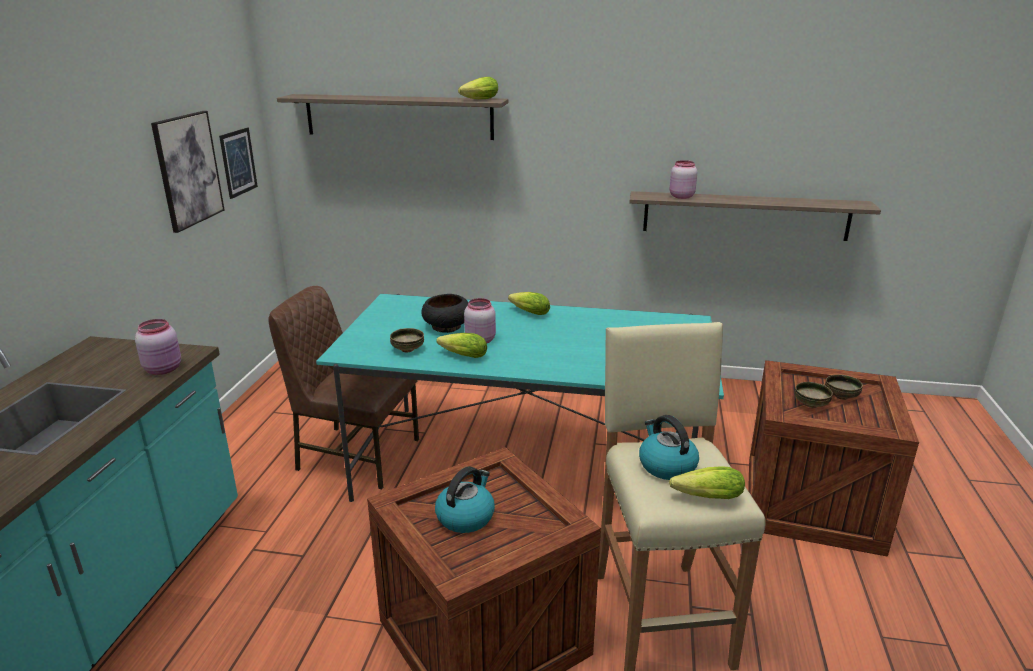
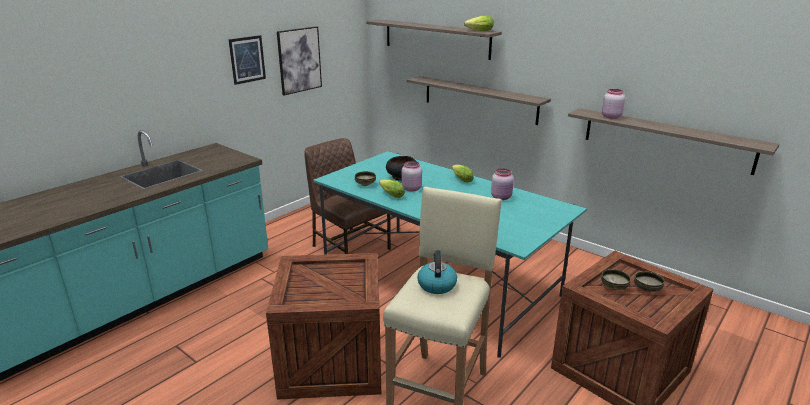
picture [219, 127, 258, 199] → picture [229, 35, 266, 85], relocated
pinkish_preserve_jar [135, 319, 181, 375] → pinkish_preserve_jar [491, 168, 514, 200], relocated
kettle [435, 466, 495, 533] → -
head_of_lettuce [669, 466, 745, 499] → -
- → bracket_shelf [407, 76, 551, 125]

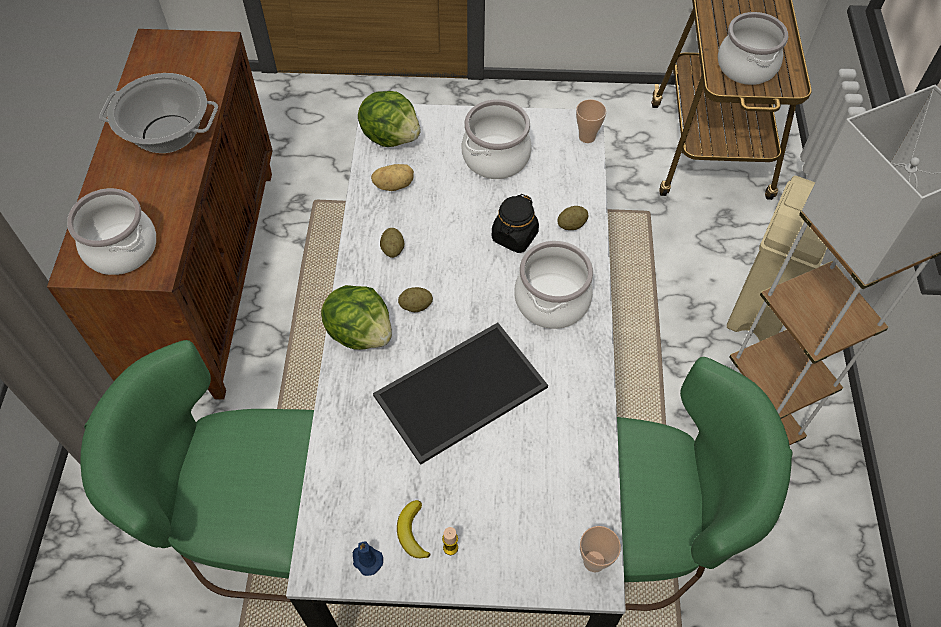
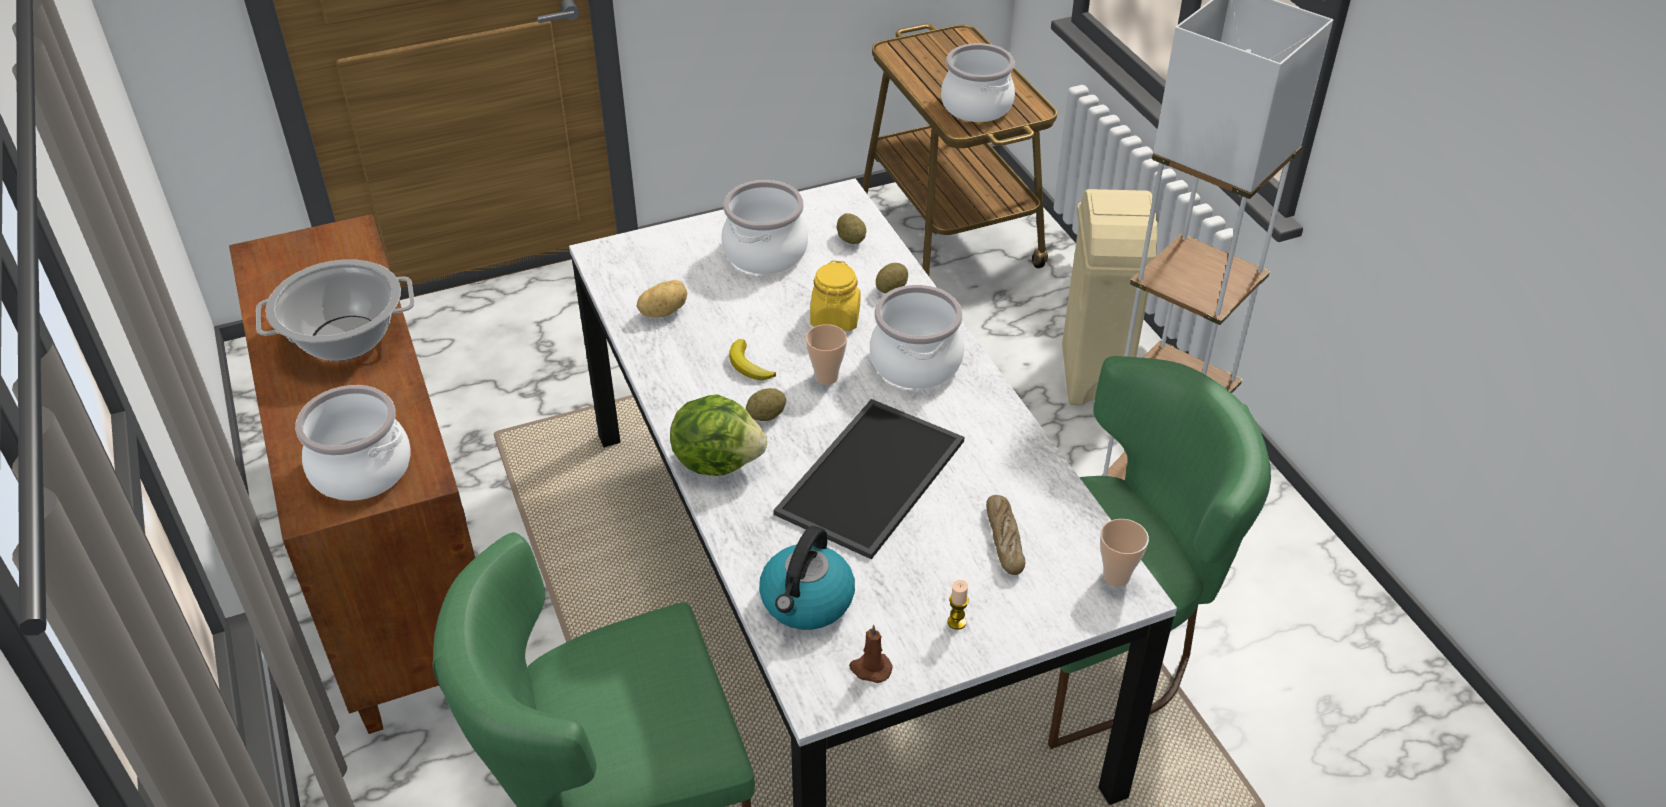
head_of_lettuce [358, 91, 421, 147] → -
drinking_cup [576, 99, 607, 143] → drinking_cup [806, 324, 847, 385], relocated
black_preserve_jar [492, 194, 539, 253] → yellow_preserve_jar [810, 260, 861, 331]
spud [380, 228, 404, 258] → spud [837, 213, 866, 244], relocated
whole_banana [397, 500, 431, 558] → whole_banana [729, 339, 776, 380], relocated
blue_candle [353, 541, 383, 576] → brown-coloured_candle [849, 625, 893, 683]
- → baked_bread [986, 495, 1025, 575]
- → kettle [759, 526, 855, 630]

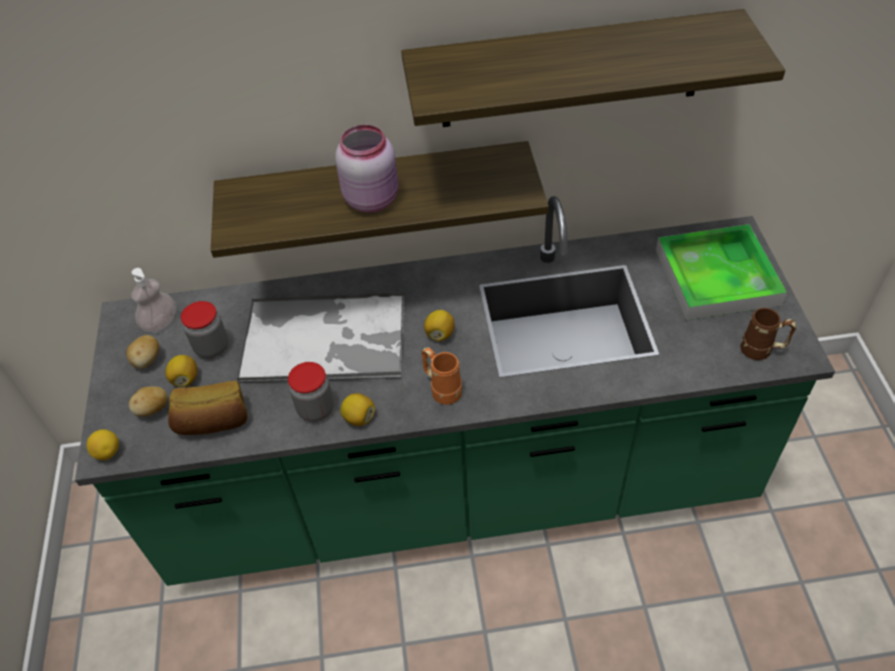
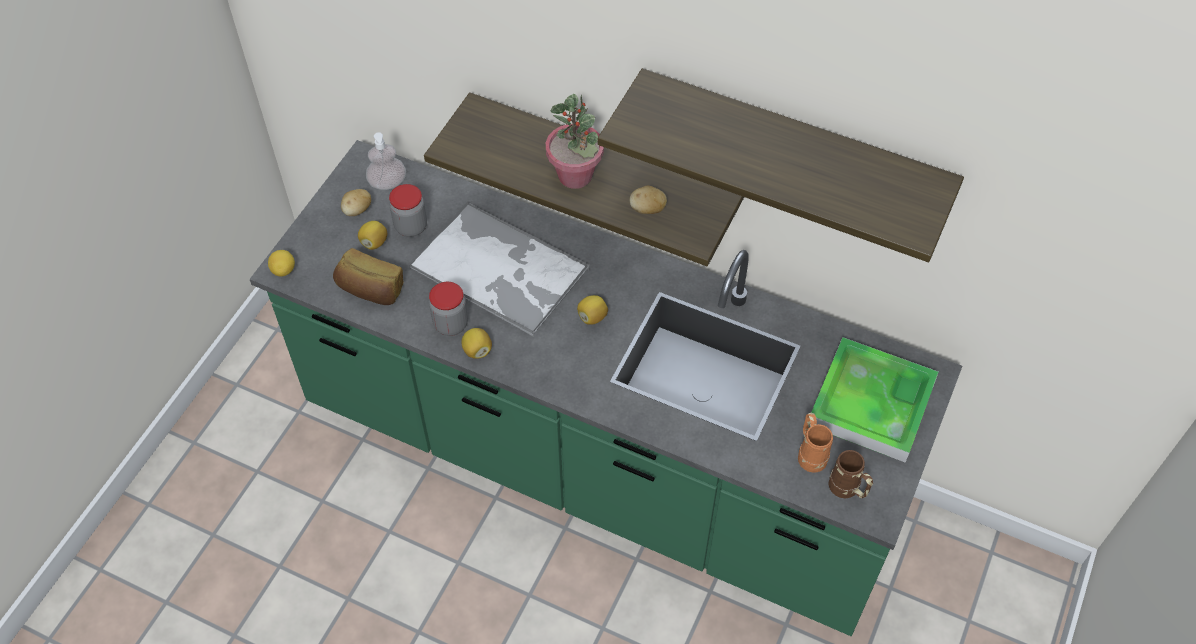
pinkish_preserve_jar [335, 125, 398, 213] → plant_in_a_pot [546, 94, 604, 189]
orangey_mug [421, 347, 462, 405] → orangey_mug [798, 412, 833, 473], relocated
spud [129, 386, 167, 417] → spud [629, 186, 667, 214], relocated

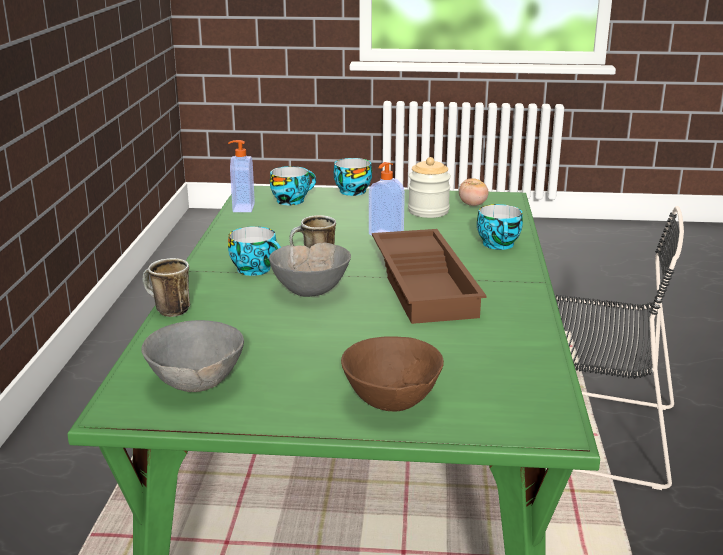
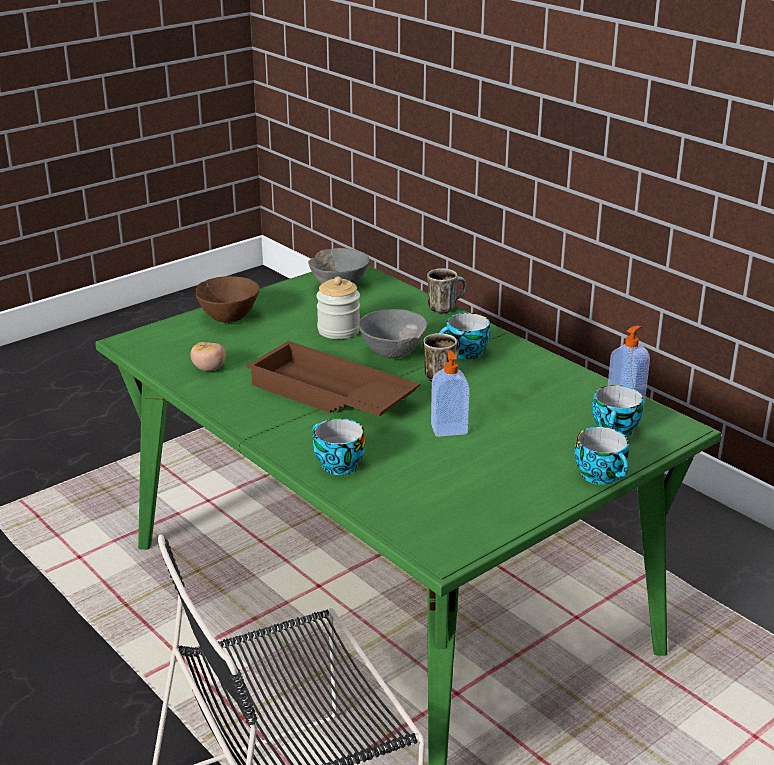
preserve_jar [408, 157, 451, 218] → preserve_jar [316, 277, 360, 339], relocated
fresh_tomato [459, 178, 489, 206] → fresh_tomato [191, 342, 226, 371], relocated

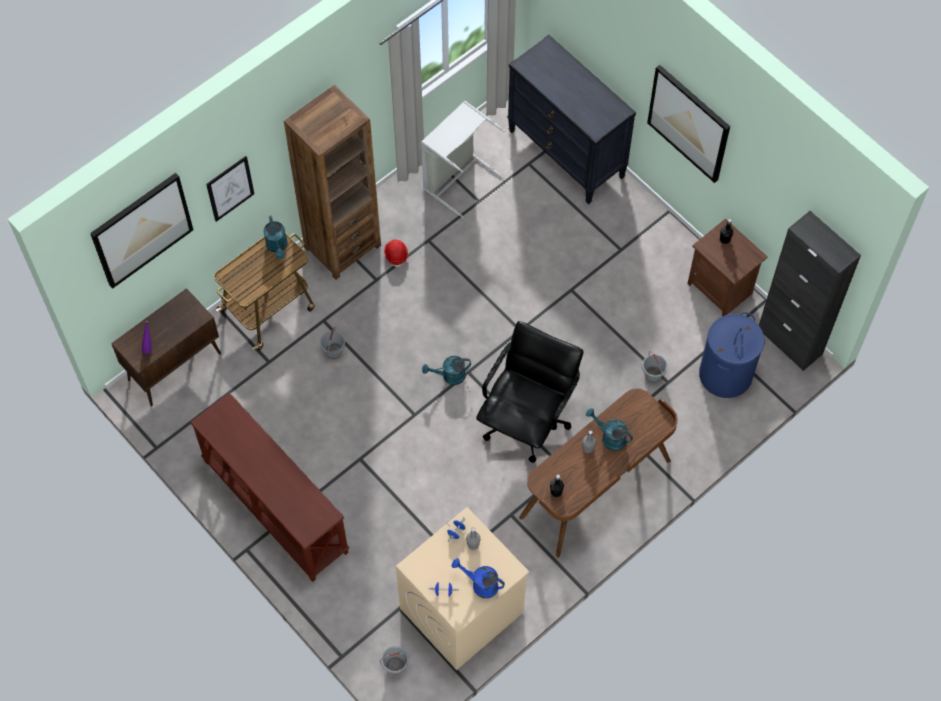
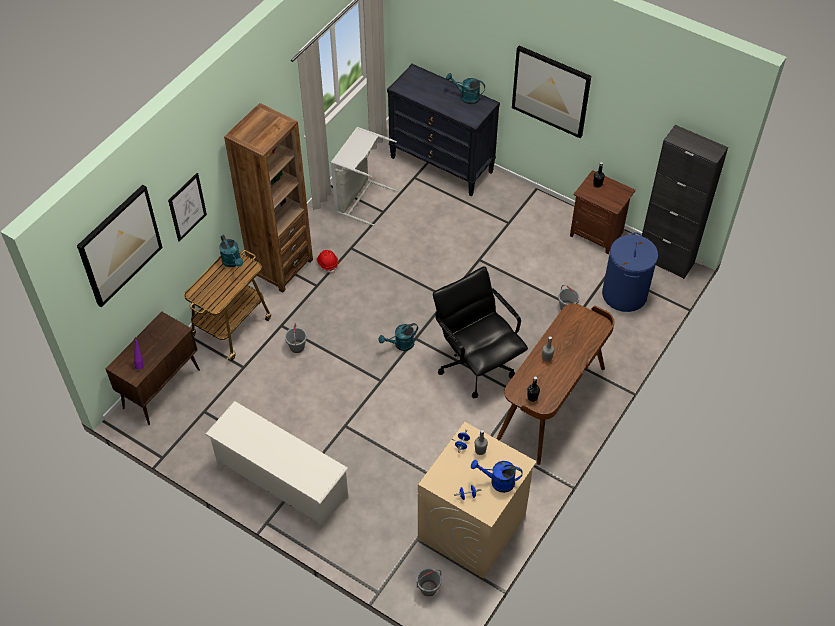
black_office_chair [476, 321, 584, 463] → black_office_chair [433, 266, 528, 398], 45 degrees counterclockwise
brown-coloured_console_table [190, 392, 349, 582] → white_shoe_rack [205, 401, 348, 530]
turquoise_sprinkling_can [586, 408, 633, 451] → turquoise_sprinkling_can [446, 73, 485, 104], relocated

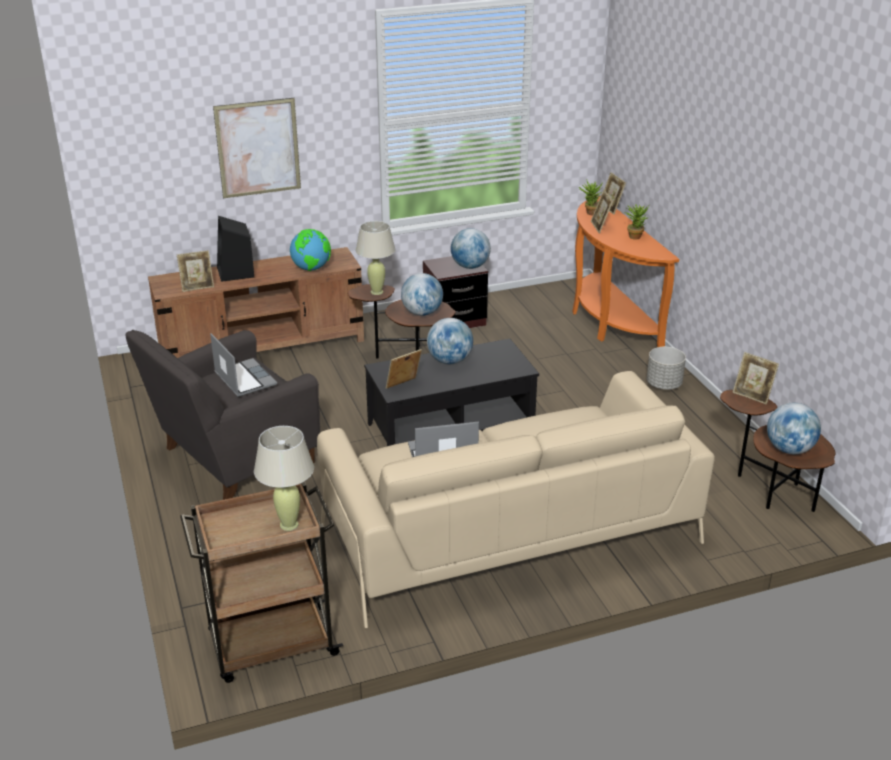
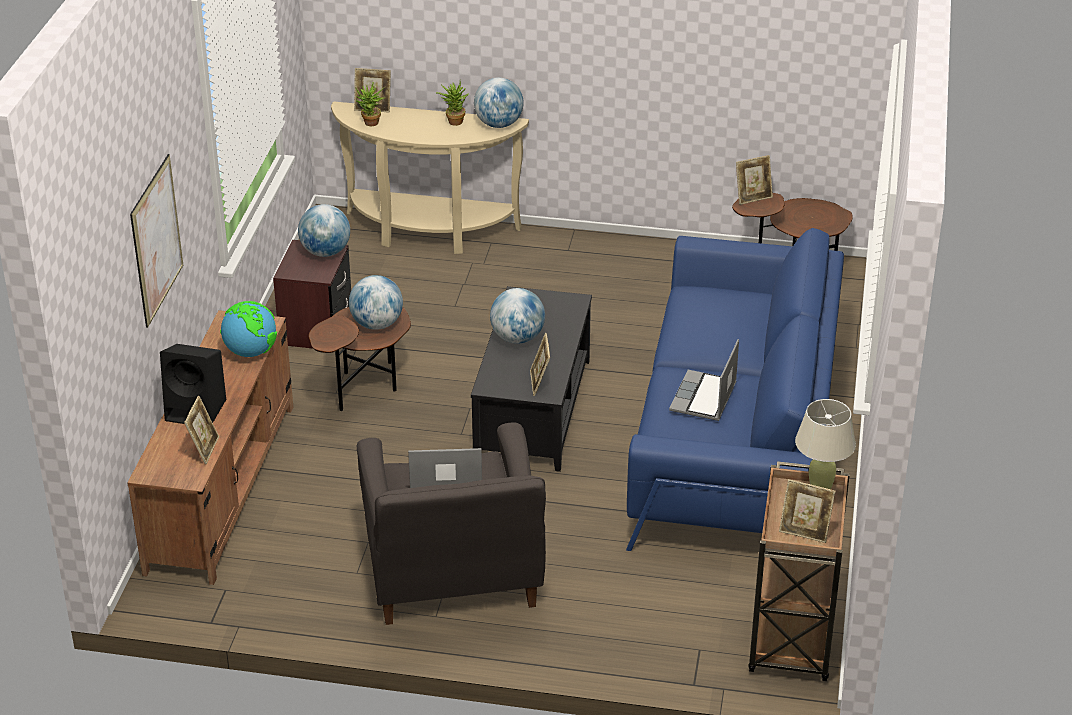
photo_frame [591, 190, 613, 233] → photo_frame [779, 479, 836, 543], relocated
orangey_console_table [572, 196, 679, 347] → sand-coloured_console_table [331, 101, 529, 254]
sand-coloured_lamp_for_a_table [356, 221, 396, 295] → -
greyish_flower_pot [647, 347, 686, 389] → -
sand-coloured_sofa [317, 371, 715, 628] → blue_sofa [626, 228, 844, 551]
world_globe [767, 403, 821, 454] → world_globe [474, 78, 524, 128], relocated

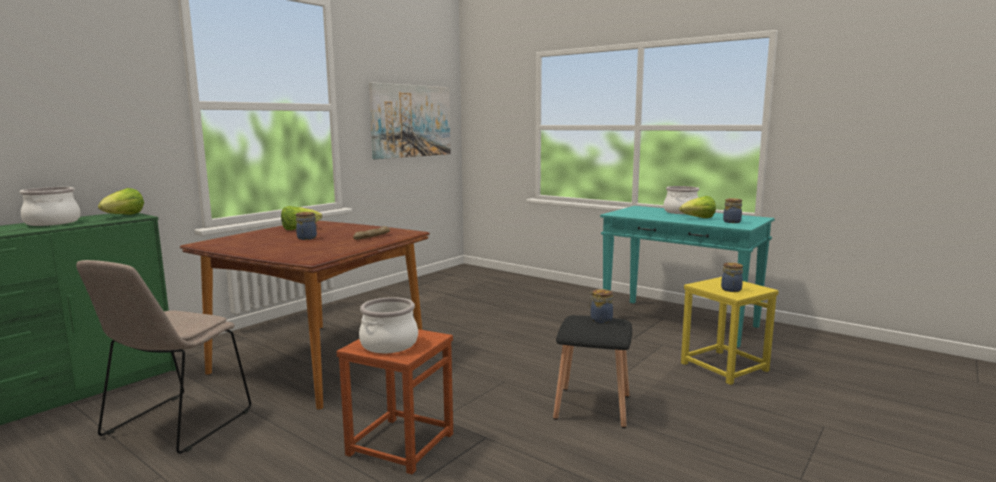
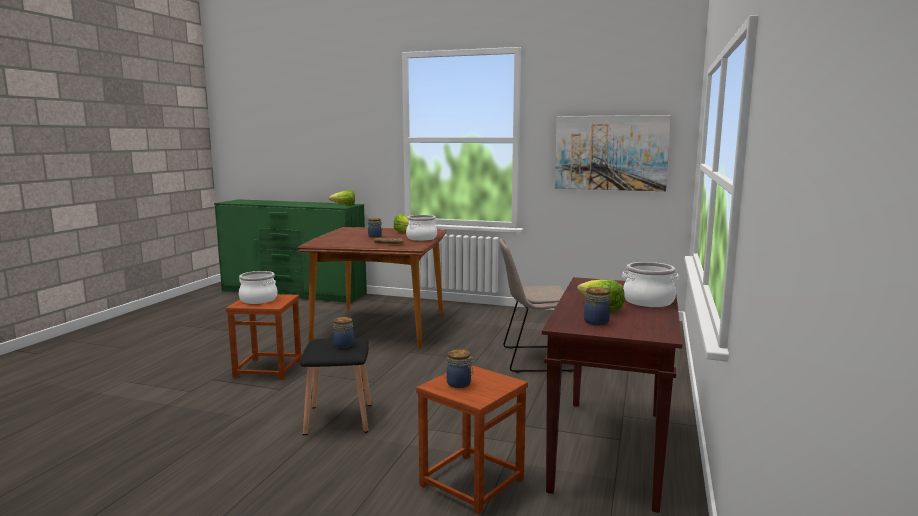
saucepot [20, 187, 81, 226] → saucepot [406, 215, 437, 241], relocated
turquoise_console_table [600, 206, 775, 348] → brown-coloured_console_table [542, 277, 682, 513]
sand-coloured_chair [76, 260, 251, 454] → sand-coloured_chair [499, 239, 574, 373], relocated
yellow_stool_seat [681, 277, 779, 385] → brown-coloured_stool_seat [416, 365, 528, 515]

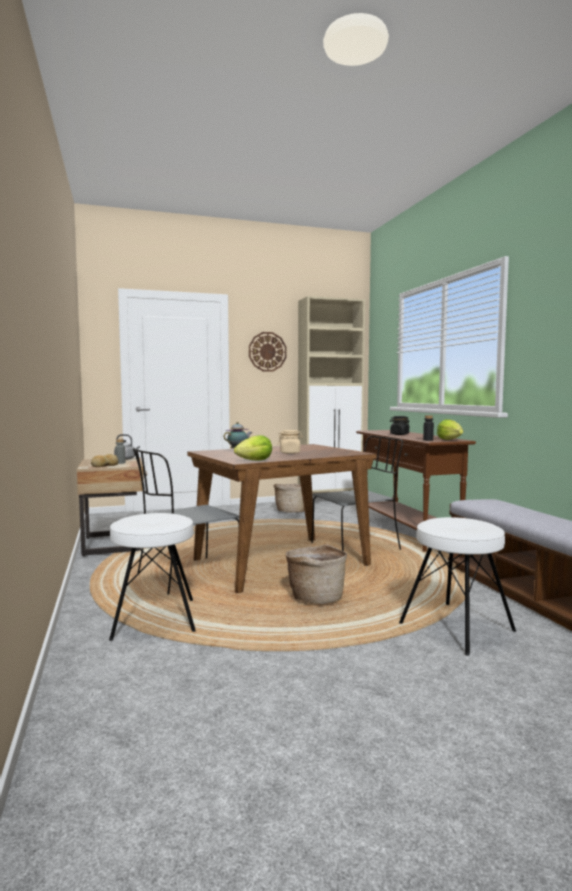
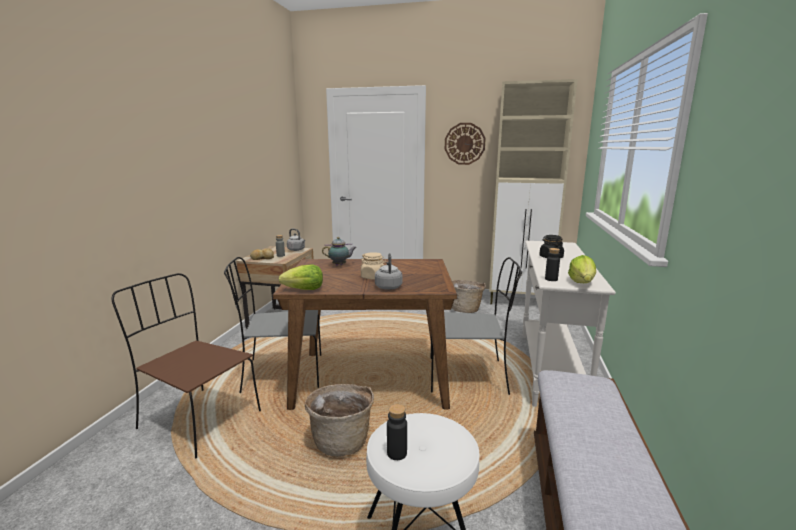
brown-coloured_console_table [356, 430, 476, 552] → white_console_table [523, 241, 616, 407]
white_stool_seat [109, 513, 196, 641] → brown-coloured_chair [112, 273, 261, 459]
- → greyish_kettle [375, 253, 402, 290]
- → black_drink_bottle [387, 404, 407, 460]

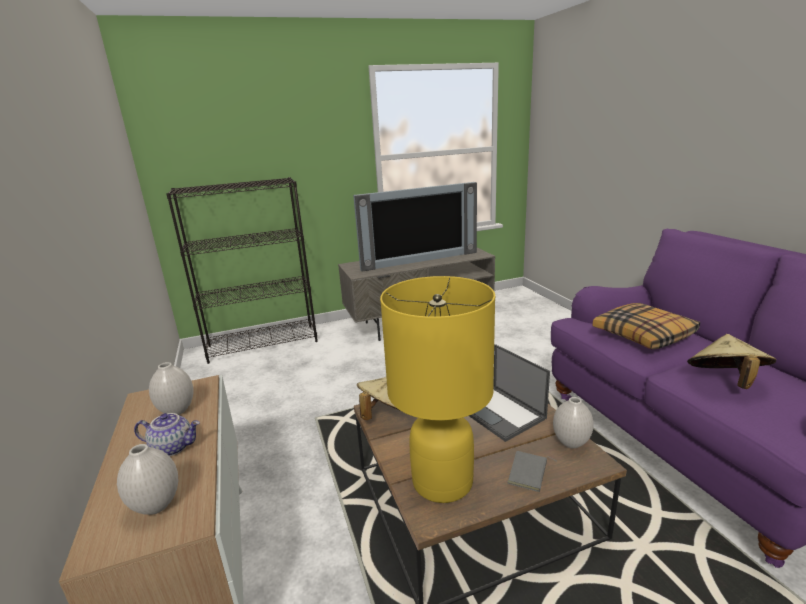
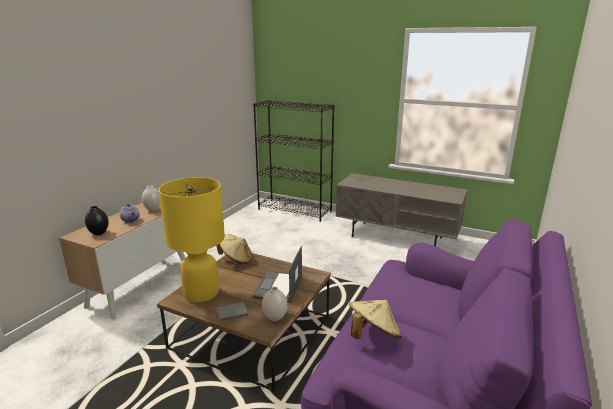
television [353, 182, 477, 272] → -
throw_pillow [593, 303, 700, 349] → -
white_vase [117, 444, 178, 515] → black_vase [85, 206, 109, 235]

